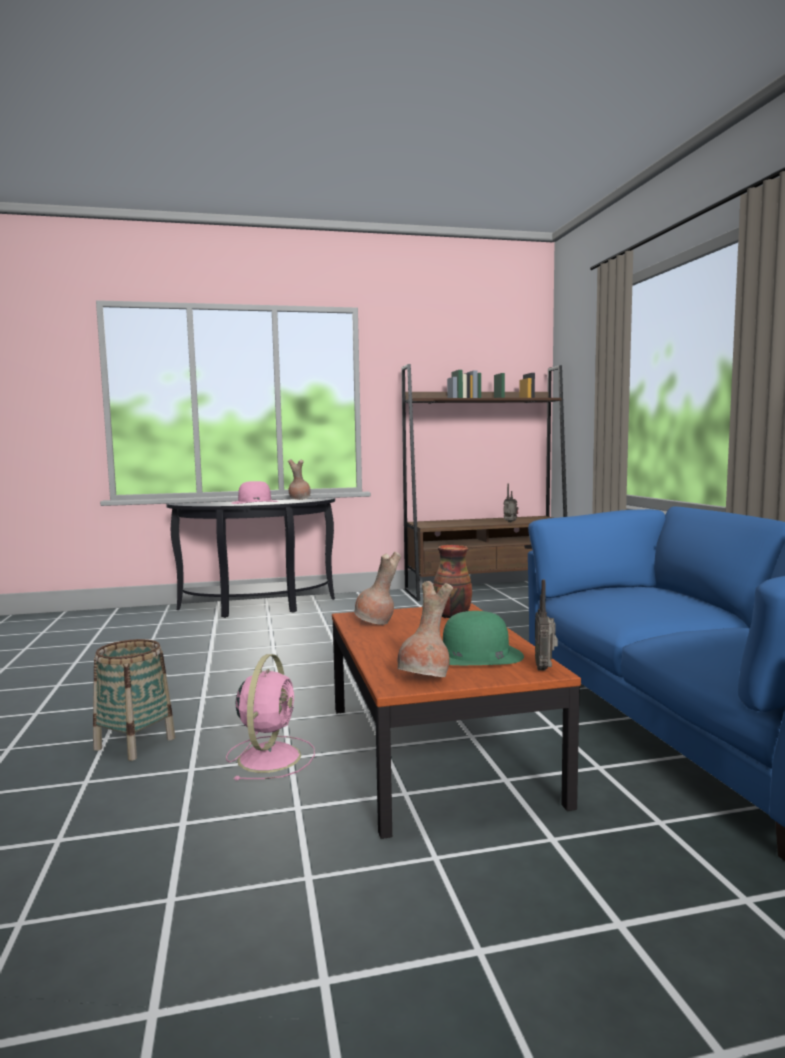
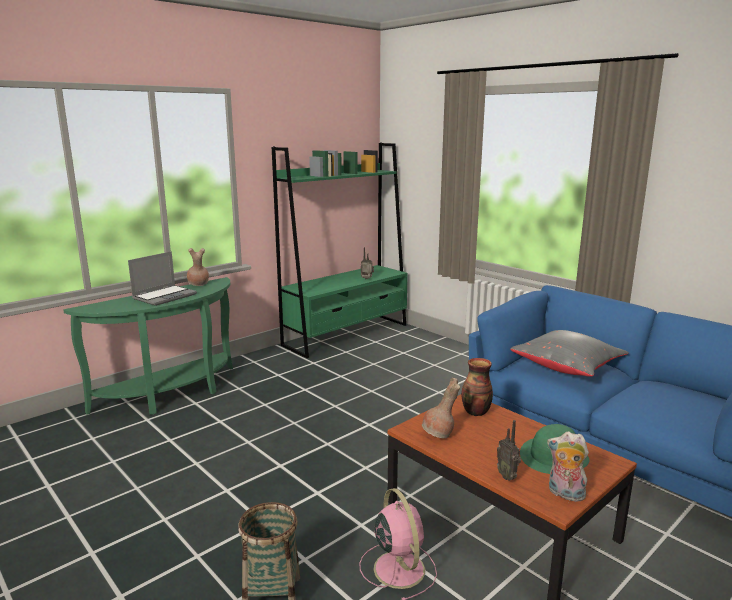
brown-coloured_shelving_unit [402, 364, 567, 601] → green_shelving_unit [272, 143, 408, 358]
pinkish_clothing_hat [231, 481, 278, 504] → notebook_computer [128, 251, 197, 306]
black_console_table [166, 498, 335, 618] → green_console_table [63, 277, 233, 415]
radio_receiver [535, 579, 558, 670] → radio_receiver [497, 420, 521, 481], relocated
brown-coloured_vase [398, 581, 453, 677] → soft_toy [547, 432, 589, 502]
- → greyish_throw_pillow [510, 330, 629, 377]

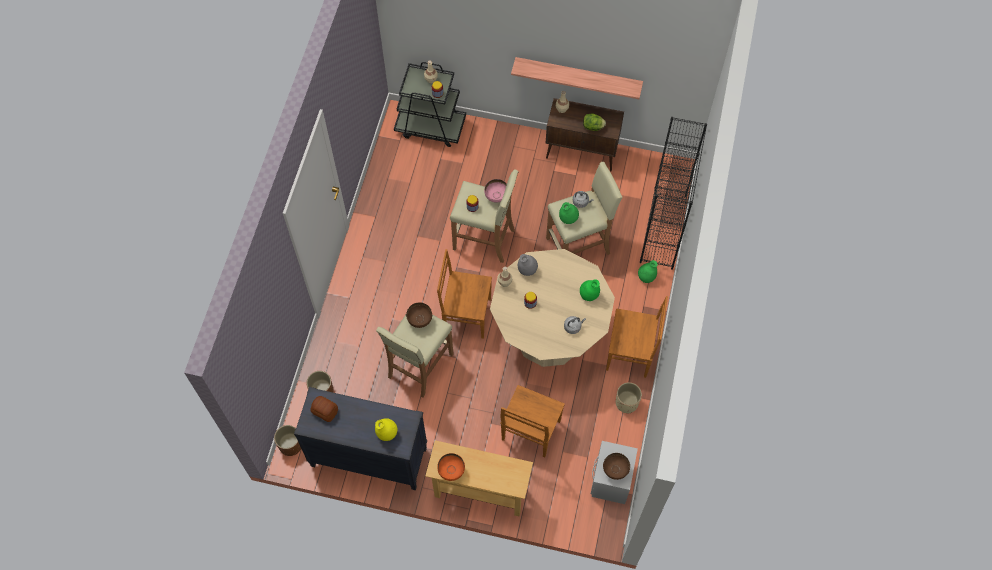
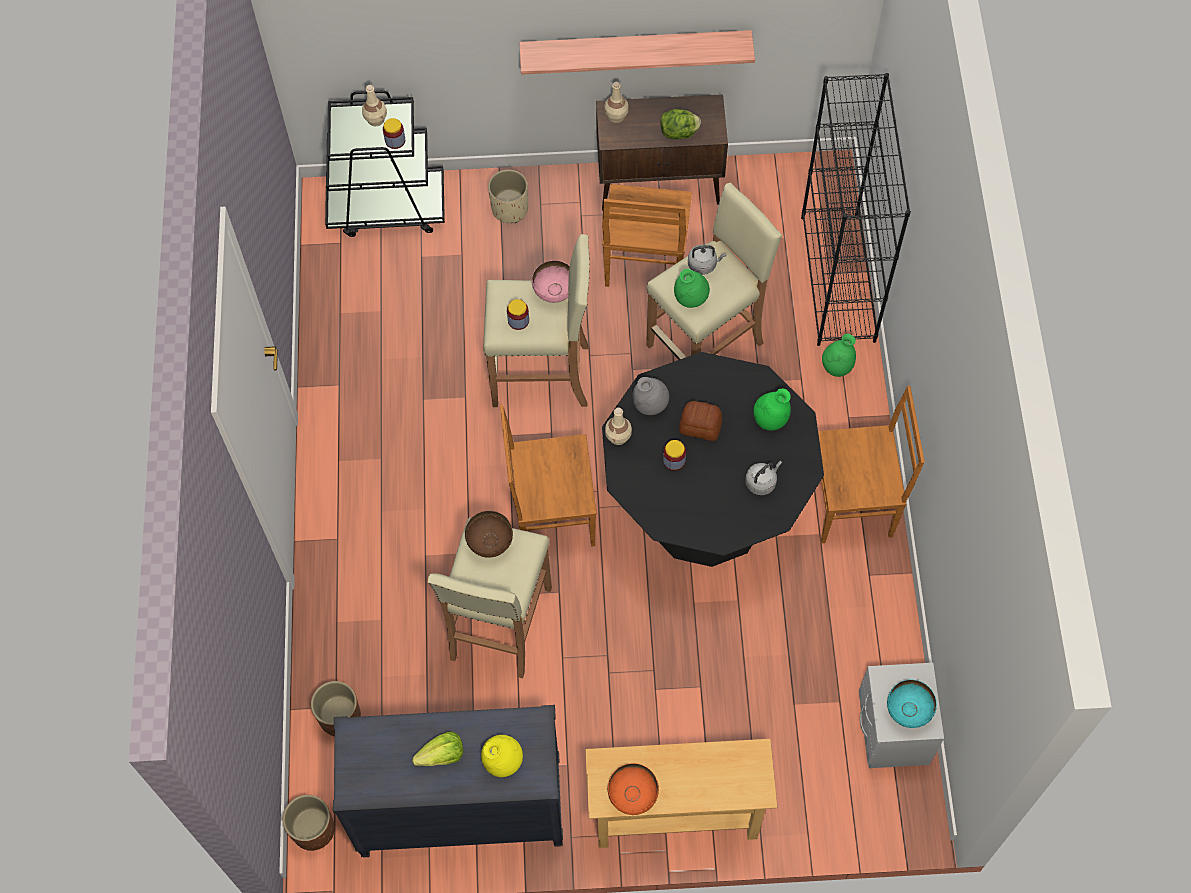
sand-coloured_dinner_table [490, 249, 615, 367] → black_dinner_table [602, 352, 824, 567]
sand-coloured_flower_pot [616, 382, 642, 414] → sand-coloured_flower_pot [488, 170, 528, 223], relocated
brown-coloured_chair [500, 385, 565, 457] → brown-coloured_chair [602, 184, 692, 287], relocated
baked_bread [310, 396, 338, 422] → baked_bread [679, 401, 722, 441], relocated
brown-coloured_serving_bowl [603, 453, 630, 480] → turquoise_serving_bowl [887, 680, 937, 728]
- → head_of_lettuce [412, 731, 463, 766]

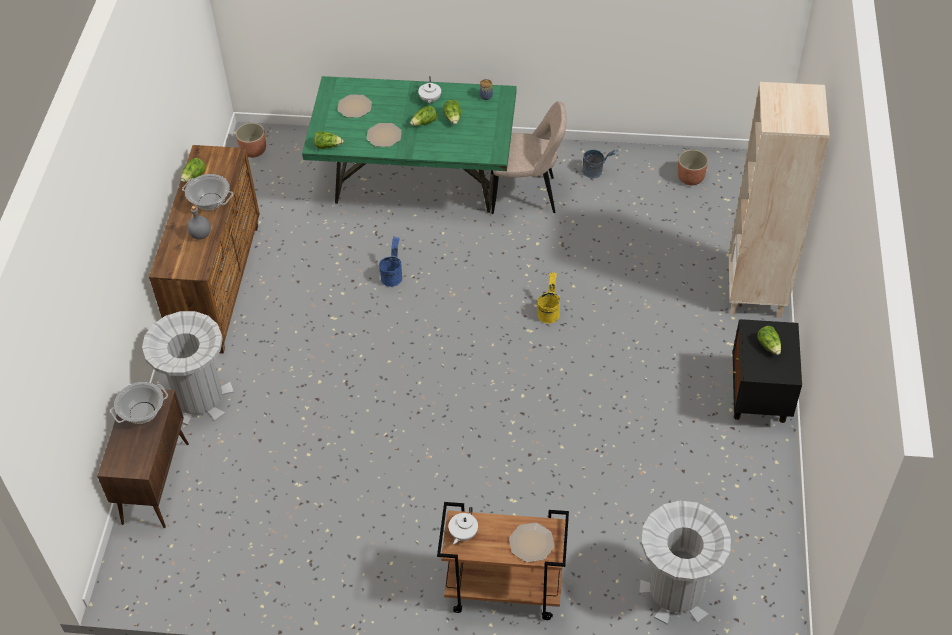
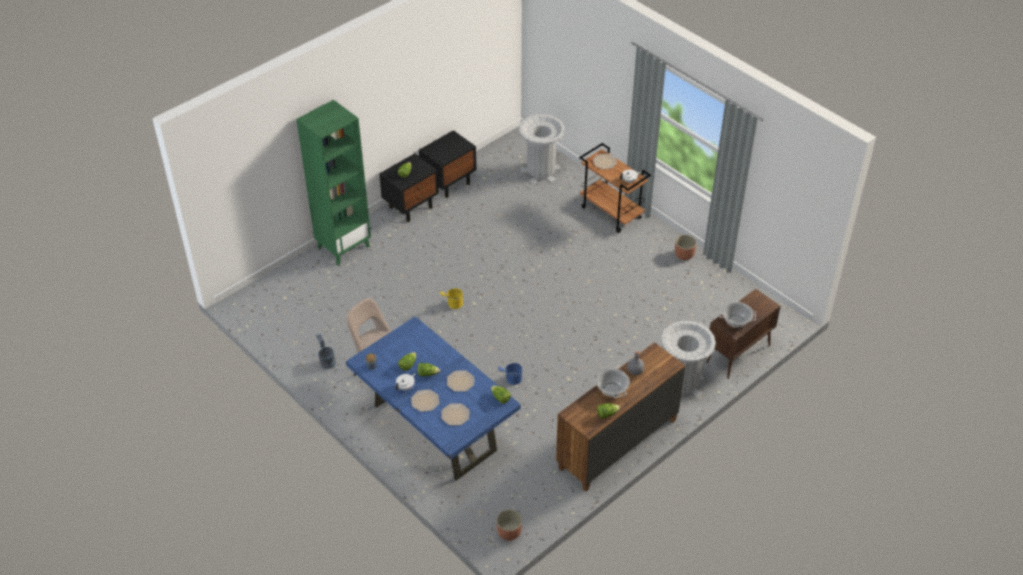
green_dinner_table [302, 76, 517, 213] → blue_dinner_table [346, 316, 521, 481]
sand-coloured_shelving_unit [729, 82, 829, 318] → green_shelving_unit [296, 100, 371, 265]
flower_pot [678, 150, 708, 185] → flower_pot [675, 235, 697, 260], relocated
- → black_nightstand [419, 130, 476, 198]
- → flat_dish [411, 389, 439, 412]

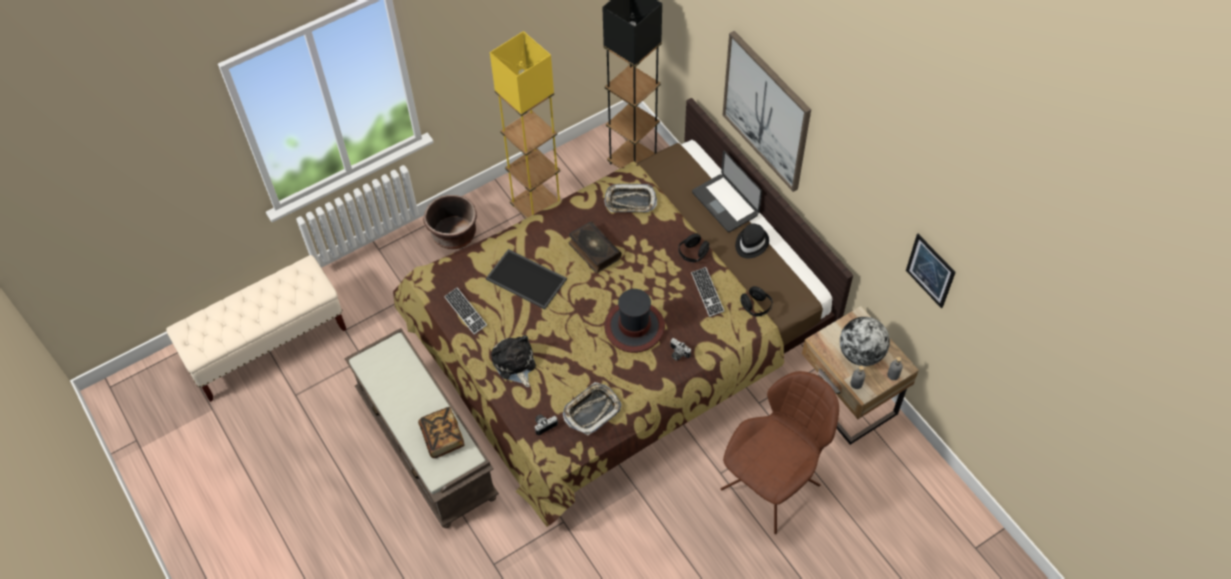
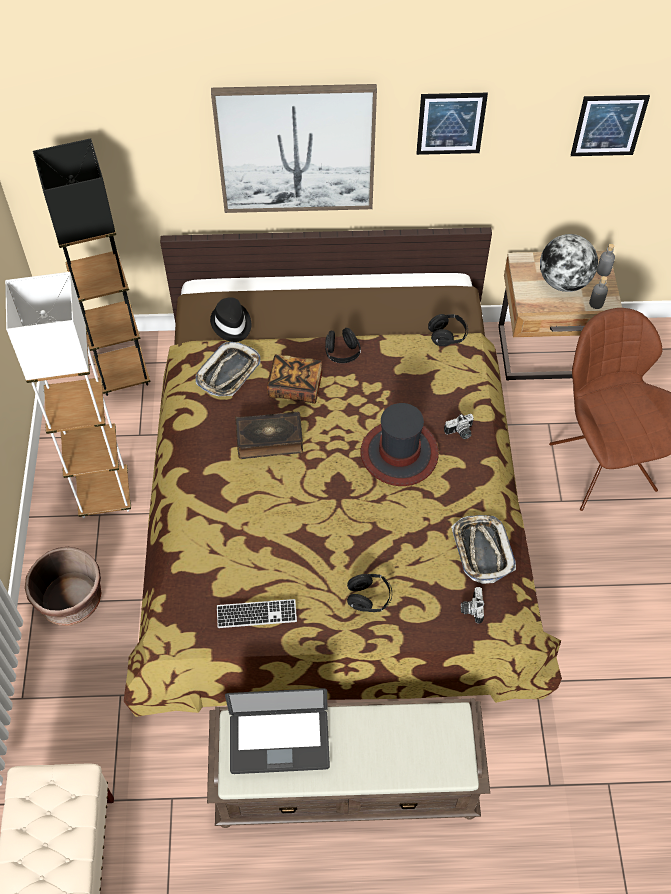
yellow_floor_lamp [490, 31, 560, 218] → white_floor_lamp [5, 272, 131, 518]
notebook_computer [692, 150, 762, 232] → notebook_computer [225, 688, 330, 774], relocated
black_clothing_hat [735, 224, 769, 258] → black_clothing_hat [210, 297, 251, 342], relocated
tray [486, 249, 567, 309] → -
computer_keyboard [691, 267, 724, 317] → -
soft_toy [491, 335, 536, 387] → black_pair_of_headphones [347, 574, 392, 612]
bound_book [418, 407, 465, 458] → bound_book [267, 354, 323, 404], relocated
- → picture [416, 93, 488, 155]

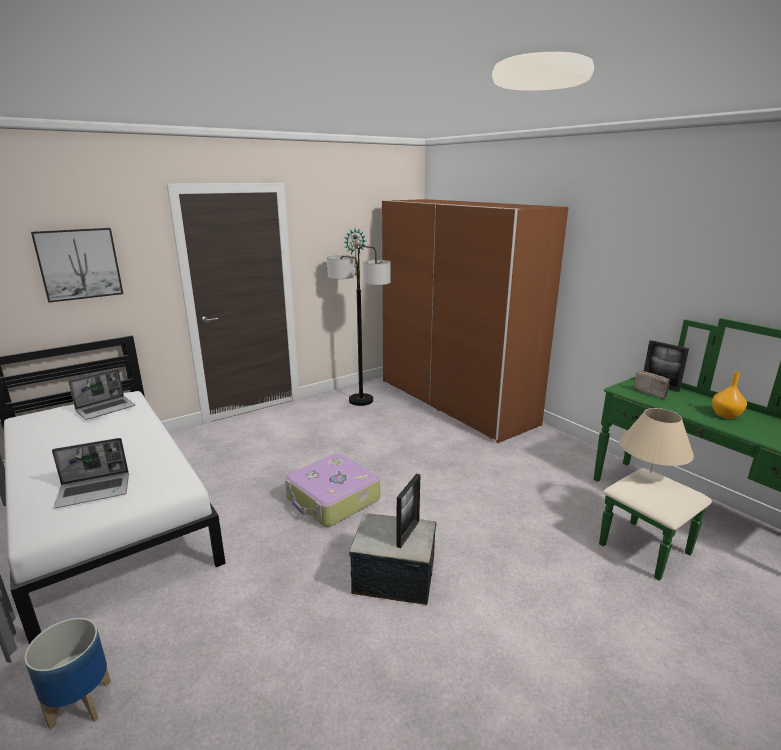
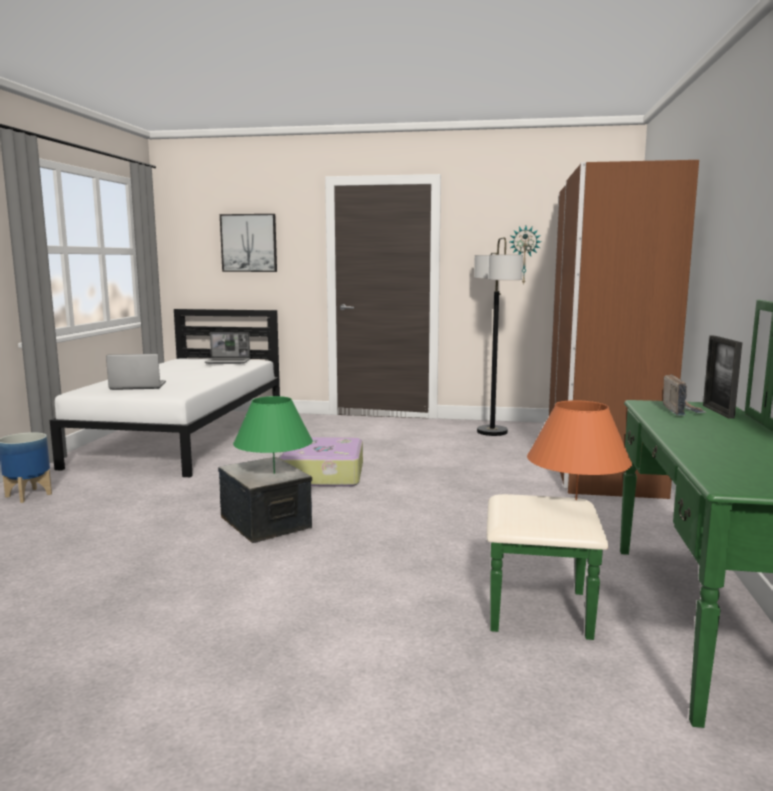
orangey_vase [712, 371, 747, 419] → -
sand-coloured_lamp_for_a_table [620, 408, 694, 473] → orangey_lamp_for_a_table [527, 400, 632, 500]
notebook_computer [52, 438, 129, 508] → notebook_computer [106, 354, 166, 390], 150 degrees clockwise
photo_frame [396, 474, 420, 548] → green_lamp_for_a_table [233, 396, 313, 474]

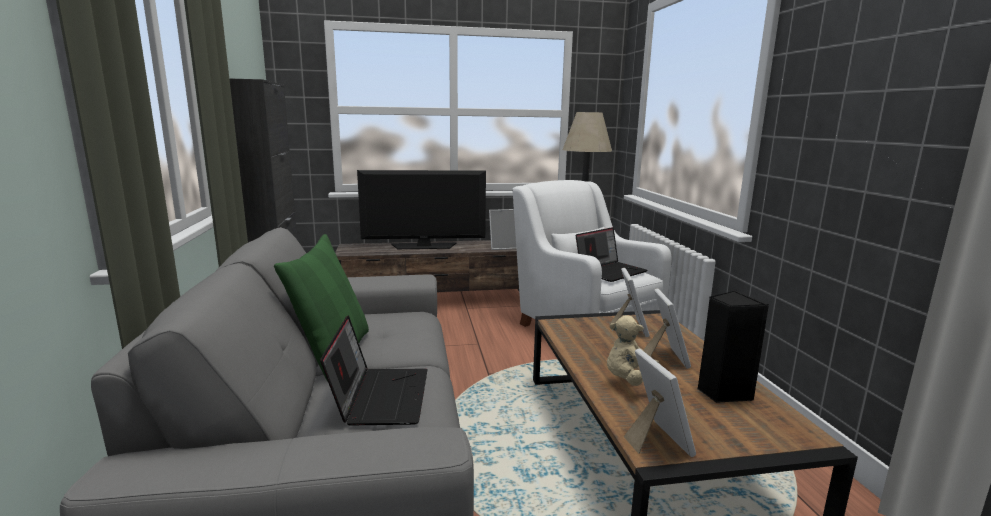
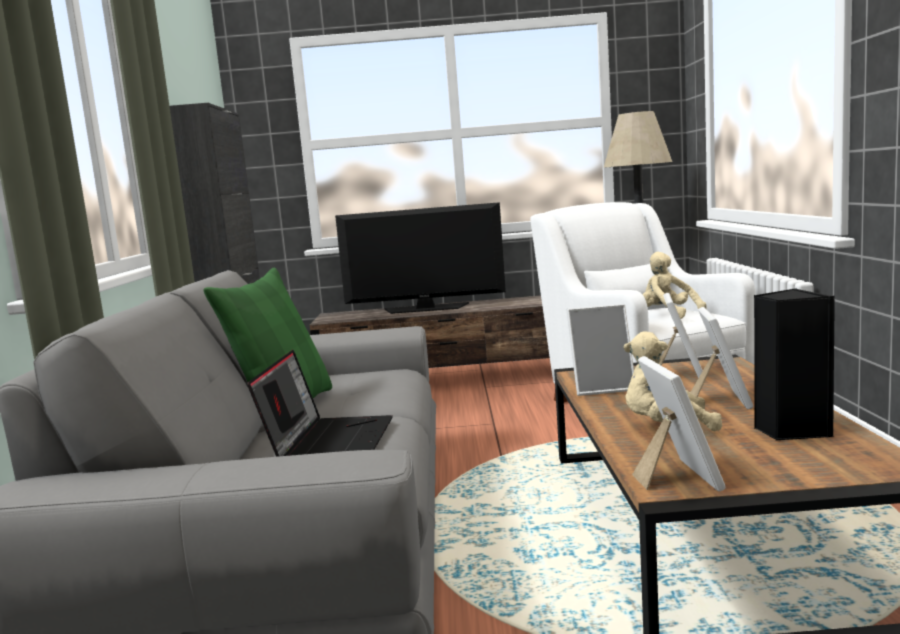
photo_frame [489, 209, 516, 250] → photo_frame [567, 304, 634, 396], relocated
notebook_computer [576, 227, 647, 282] → sand-coloured_soft_toy [643, 252, 707, 319]

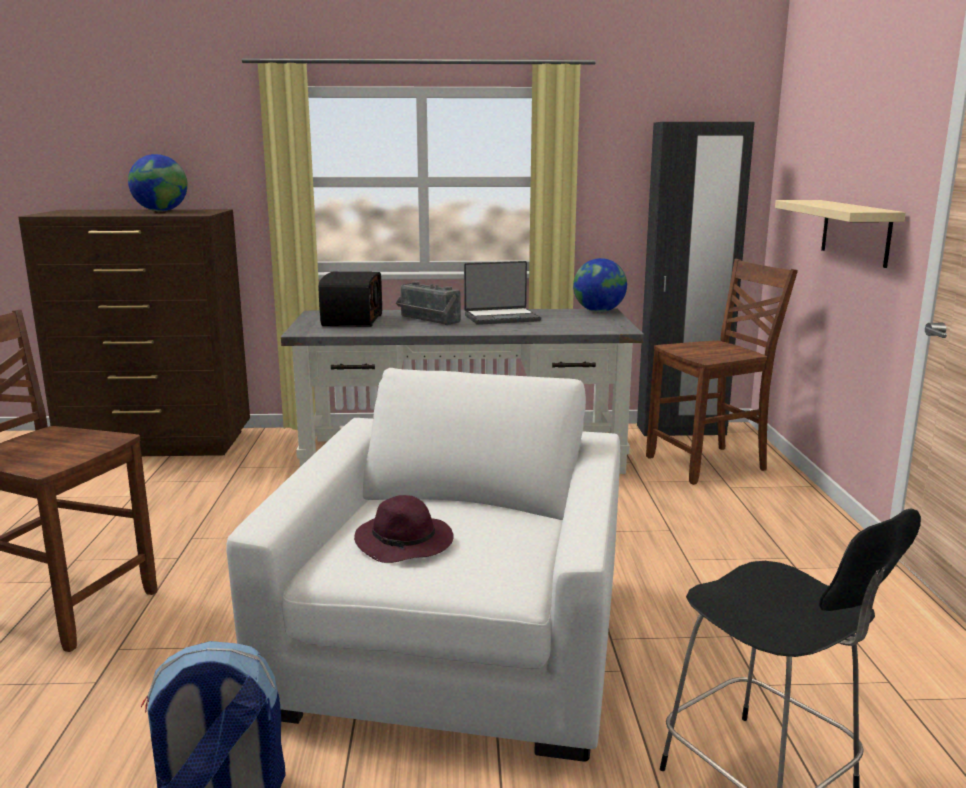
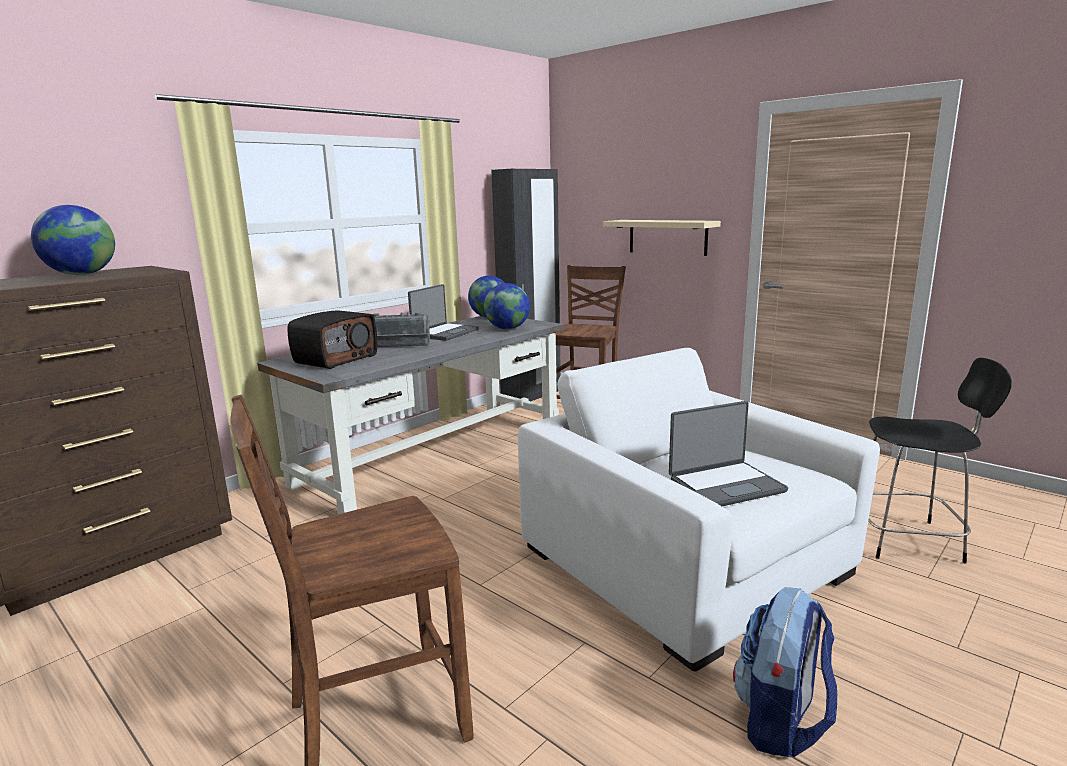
radio_receiver [318, 272, 382, 327] → radio_receiver [288, 310, 377, 369], 75 degrees clockwise
purple_clothing_hat [354, 495, 454, 563] → notebook_computer [669, 401, 788, 506]
- → world_globe [484, 283, 530, 329]

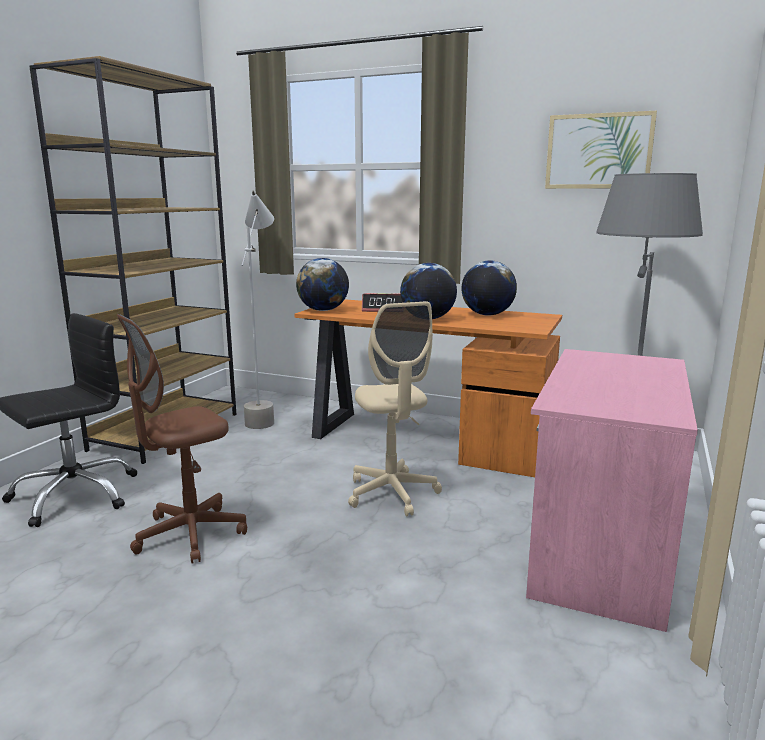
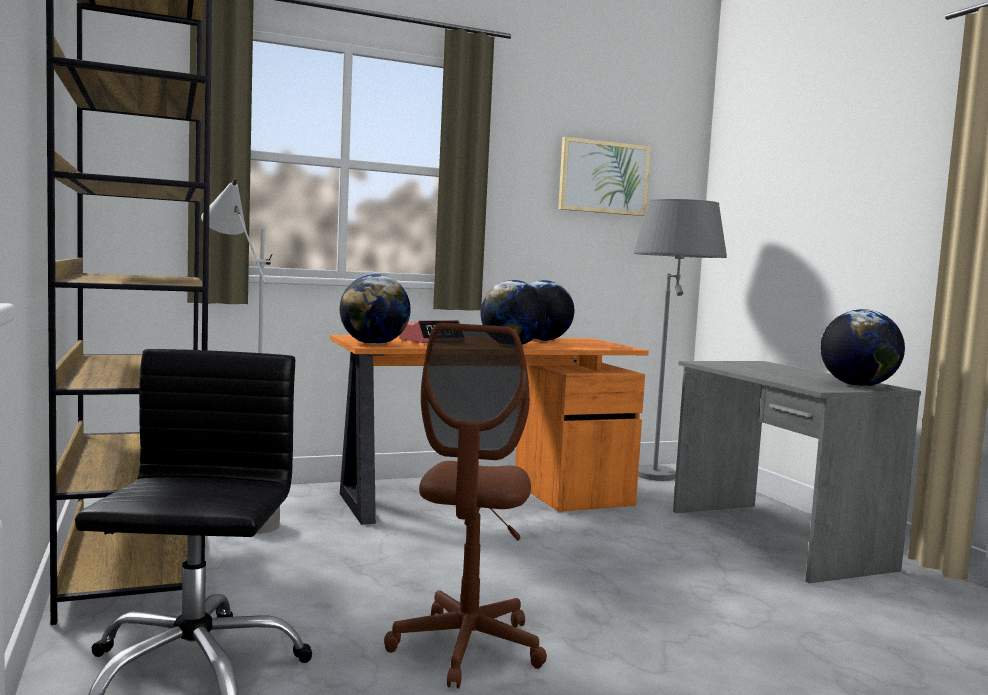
sand-coloured_office_chair [348, 301, 442, 516] → -
pinkish_desk_unit [526, 349, 698, 632] → greyish_desk_unit [673, 361, 921, 583]
- → world_globe [820, 309, 905, 386]

